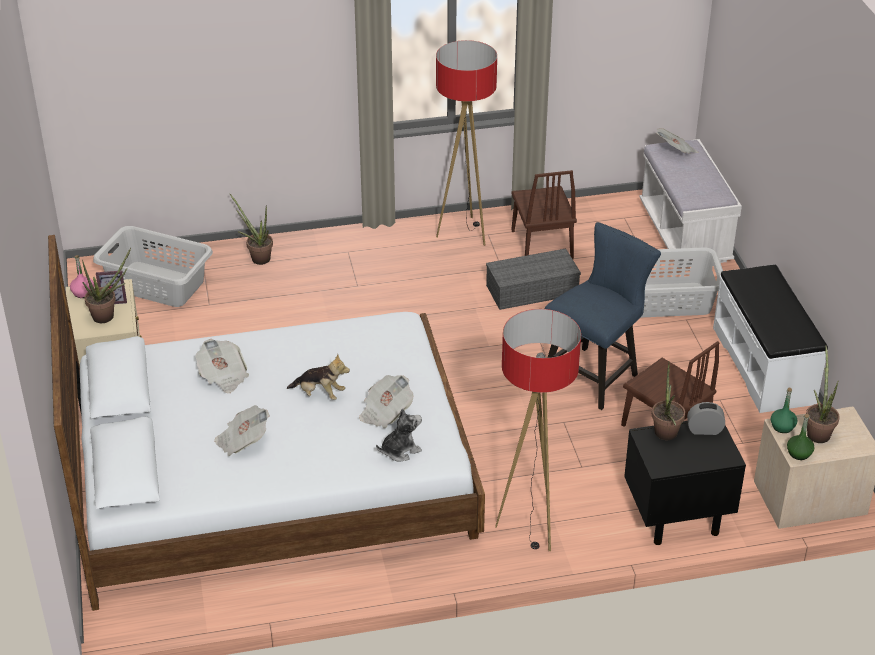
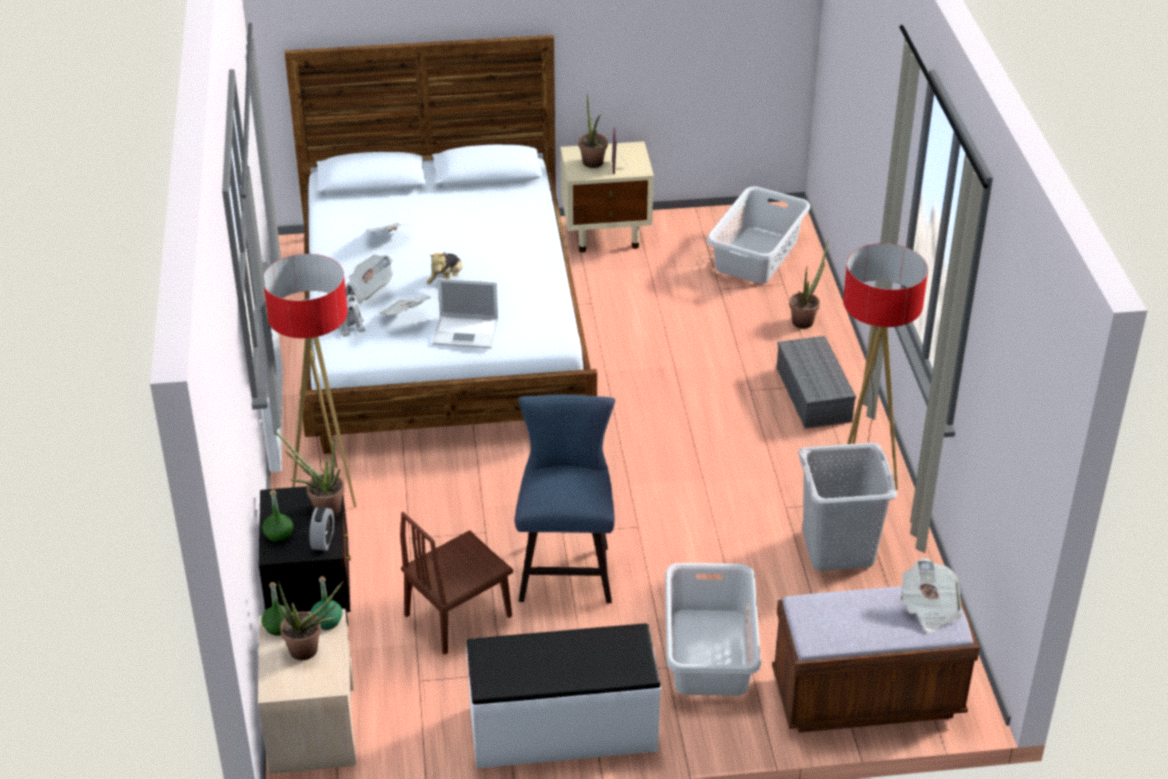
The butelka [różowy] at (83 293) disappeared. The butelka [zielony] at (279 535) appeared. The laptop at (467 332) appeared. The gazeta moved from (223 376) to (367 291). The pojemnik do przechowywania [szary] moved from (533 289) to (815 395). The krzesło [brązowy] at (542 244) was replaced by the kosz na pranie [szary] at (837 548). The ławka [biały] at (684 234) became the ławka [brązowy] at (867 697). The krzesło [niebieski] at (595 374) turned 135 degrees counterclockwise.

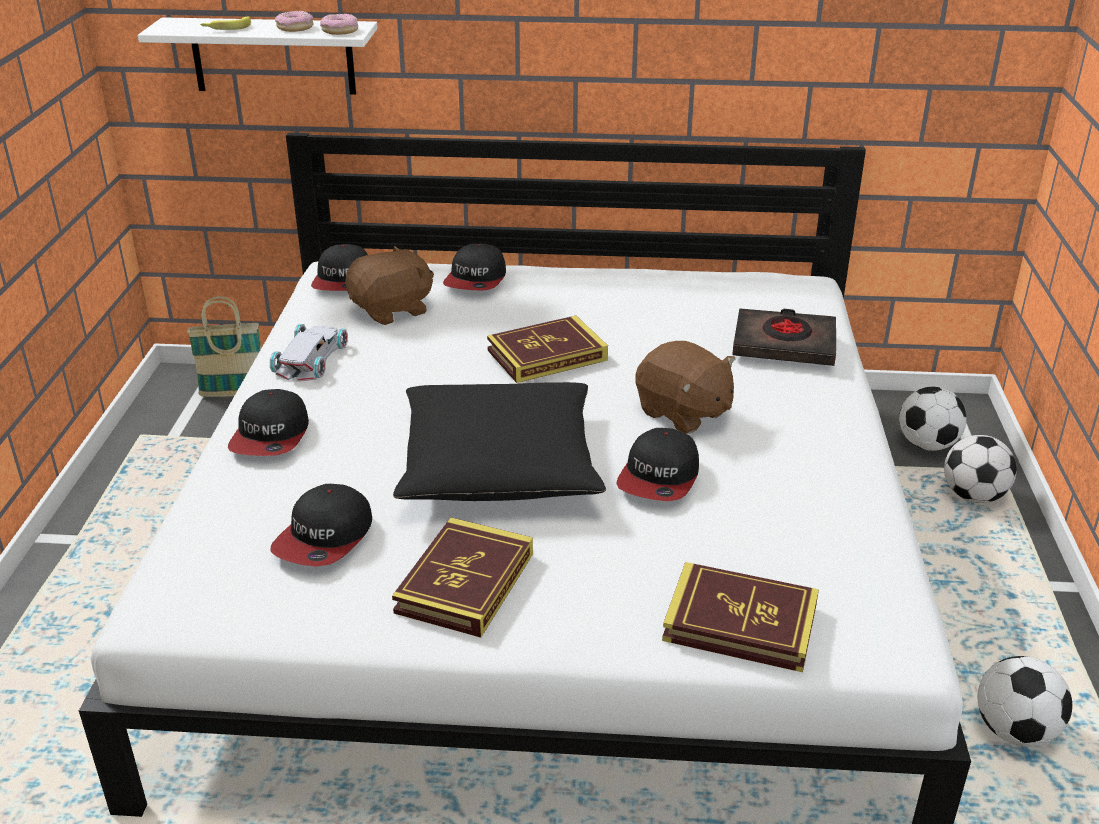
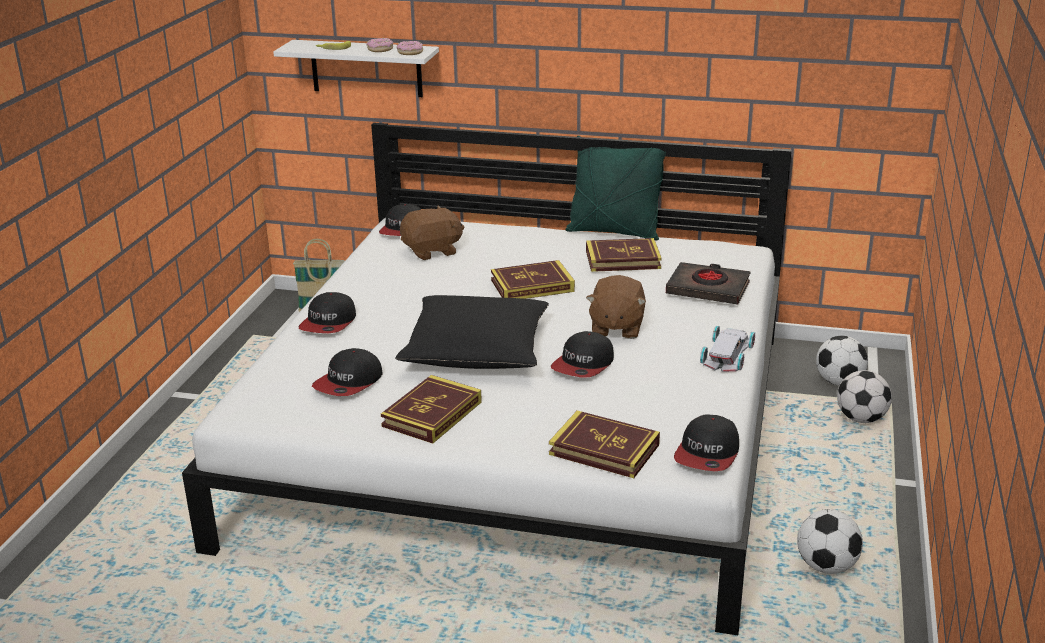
The poduszka [zielony] at (614 232) appeared. The książka at (622 260) appeared. The samochodzik [biały] moved from (312 358) to (728 354). The czapka z daszkiem moved from (476 279) to (707 453). The pluszak [brązowy] at (683 413) turned 45 degrees clockwise.

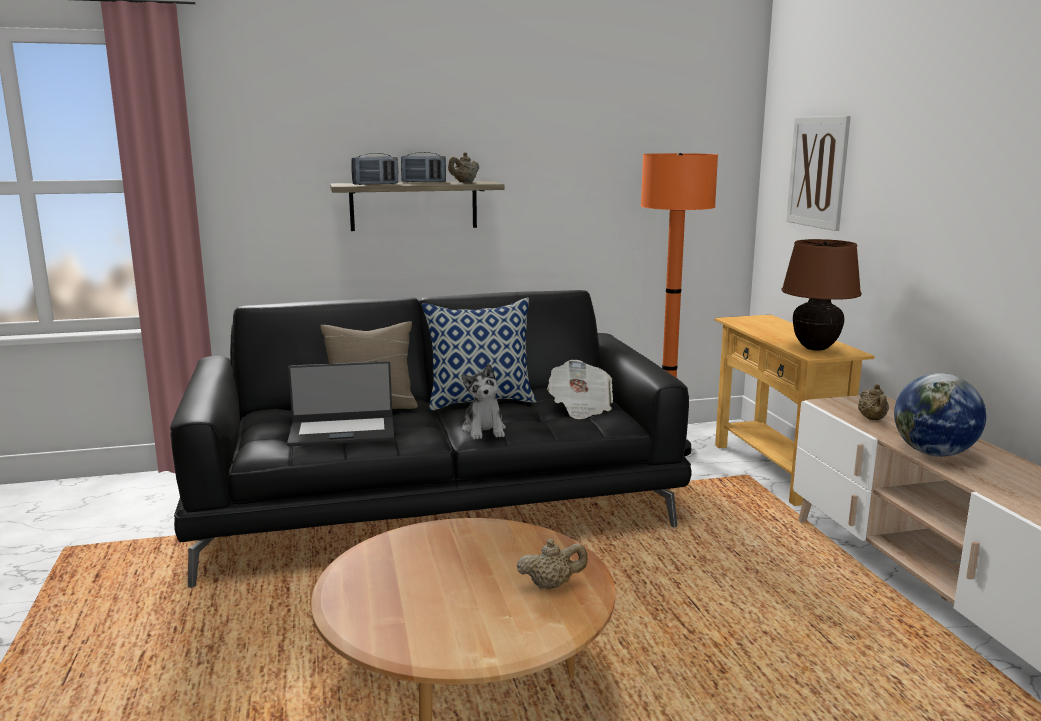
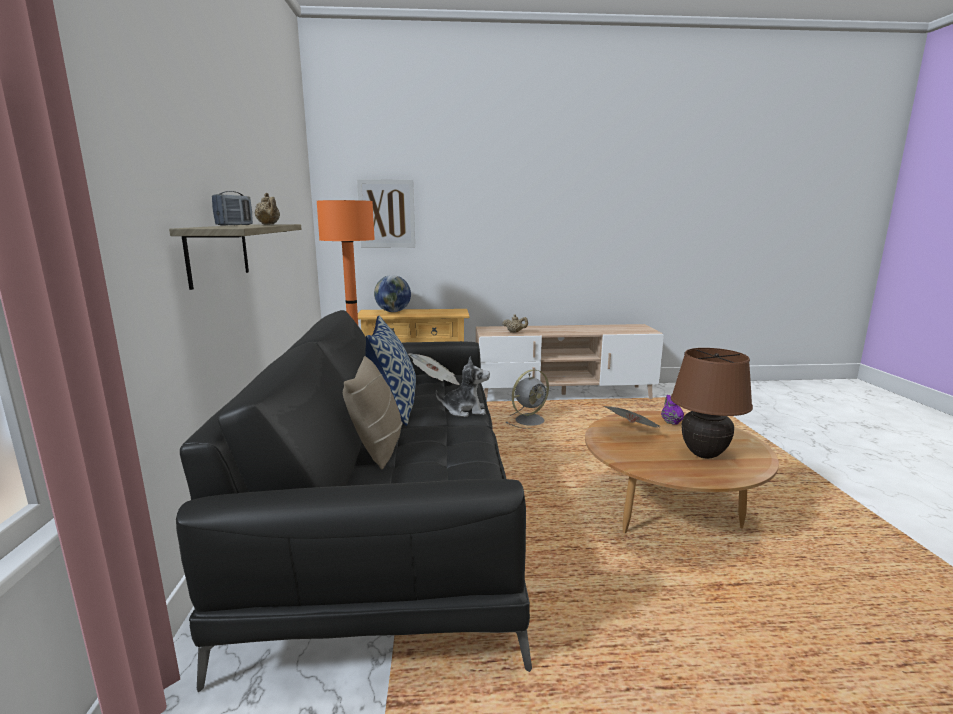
The laptop at (342 432) disappeared. The radio at (375 184) disappeared. The wentylator [szary] at (531 420) appeared. The gazeta at (632 432) appeared. The lampa stołowa [brązowy] moved from (815 348) to (704 454). The globus moved from (933 453) to (393 312). The imbryk [beżowy] at (551 585) became the imbryk [fioletowy] at (671 422).

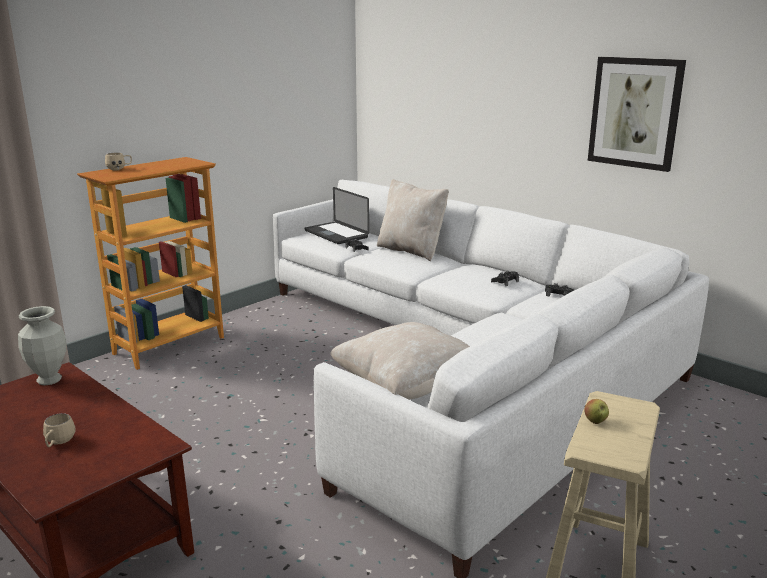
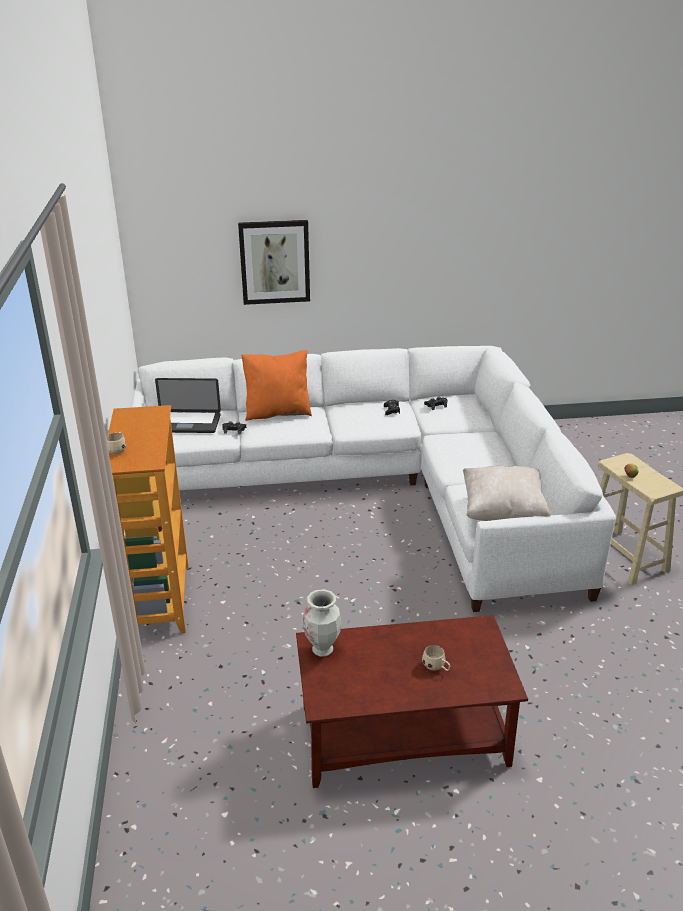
The obraz moved from (635 113) to (274 262). The poduszka [beżowy] at (411 251) became the poduszka [pomarańczowy] at (277 413).

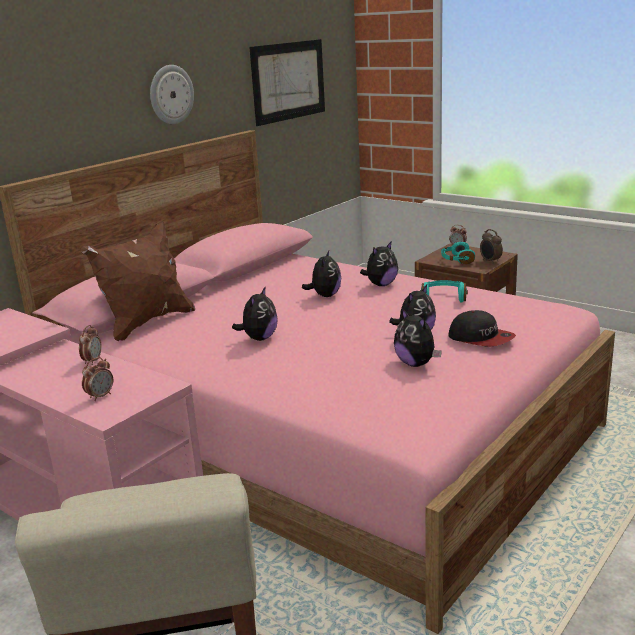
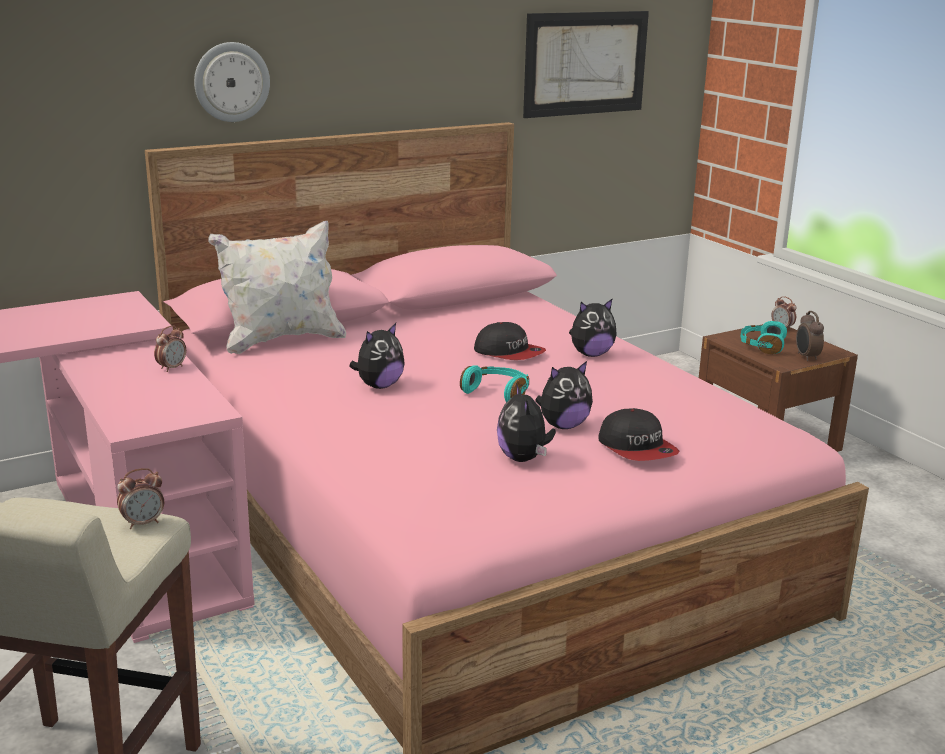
The budzik moved from (100 396) to (143 523). The zegar ścienny moved from (171 94) to (231 82). The słuchawki [turkusowy] moved from (443 298) to (497 393). The pluszak at (325 295) was replaced by the czapka z daszkiem at (509 353). The poduszka [brązowy] at (147 323) became the poduszka [biały] at (281 340).

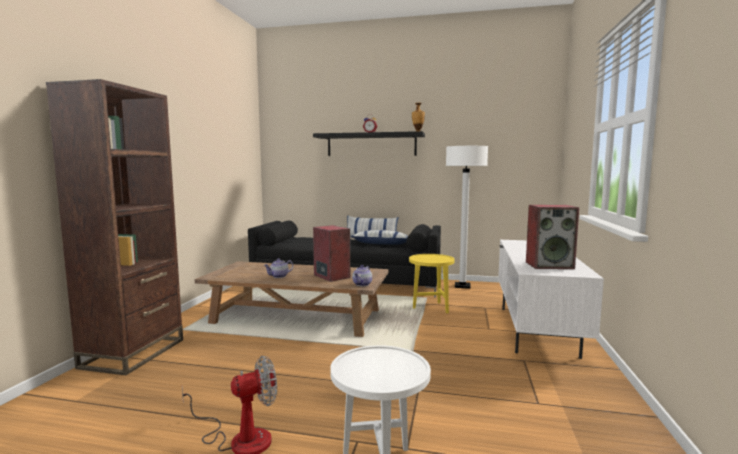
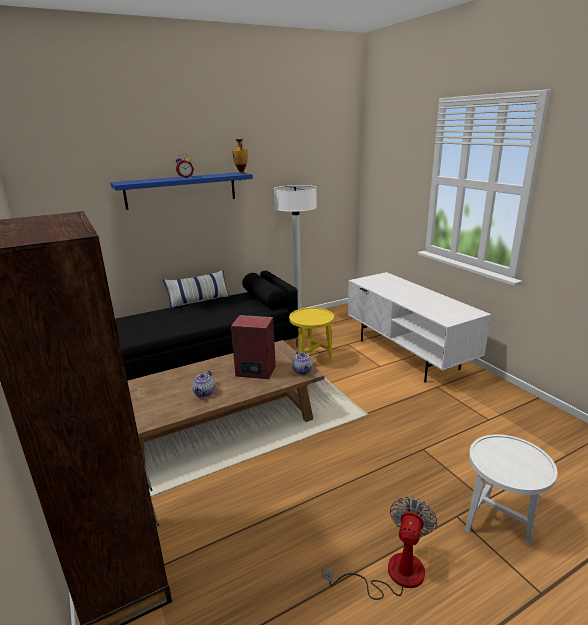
The poduszka at (381 244) disappeared. The głośnik at (549 265) disappeared. The półka [czarny] at (371 145) became the półka [niebieski] at (181 190).

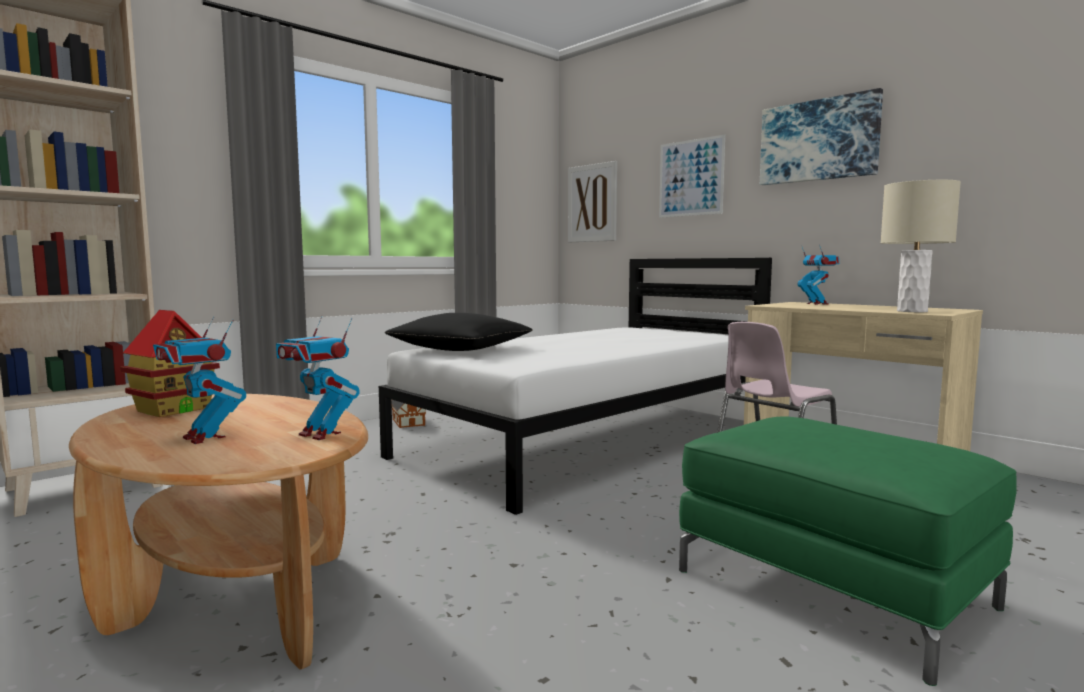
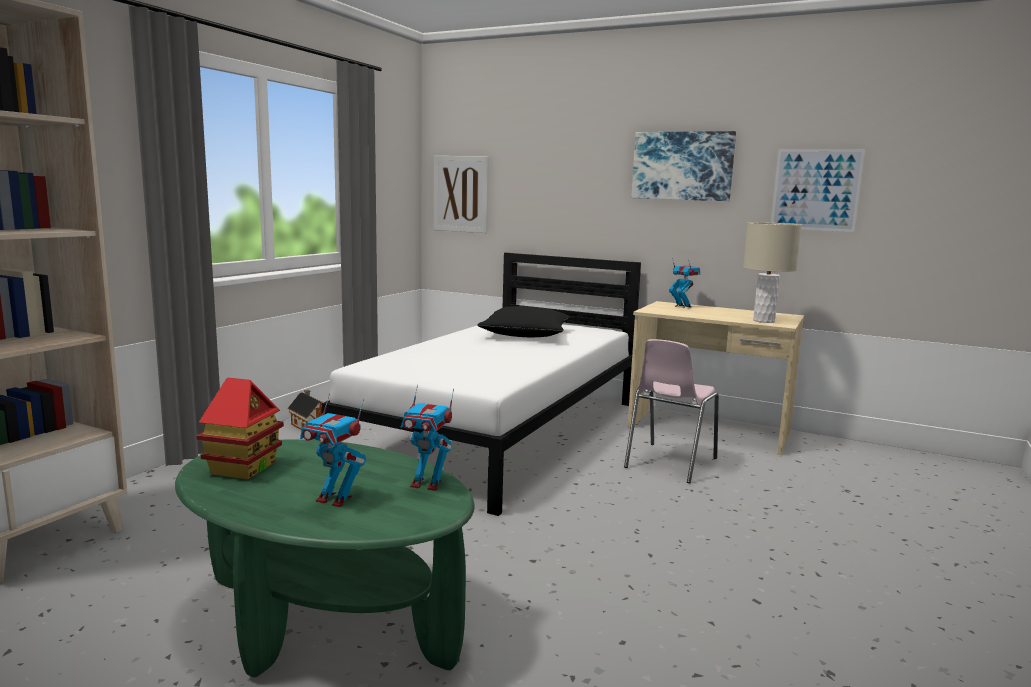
The pufa [zielony] at (831 588) disappeared. The poduszka [czarny] moved from (461 349) to (525 335). The obraz moved from (690 178) to (816 190). The ława [brązowy] at (233 592) became the ława [zielony] at (325 622).

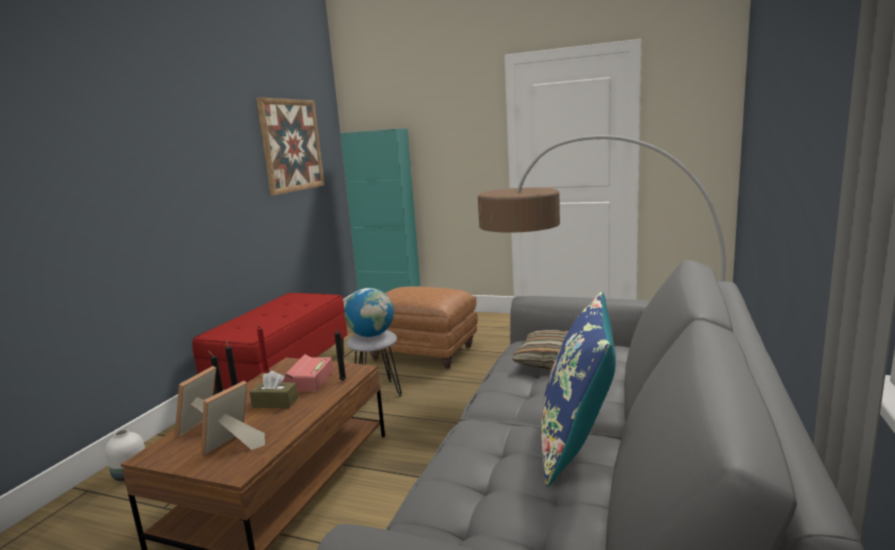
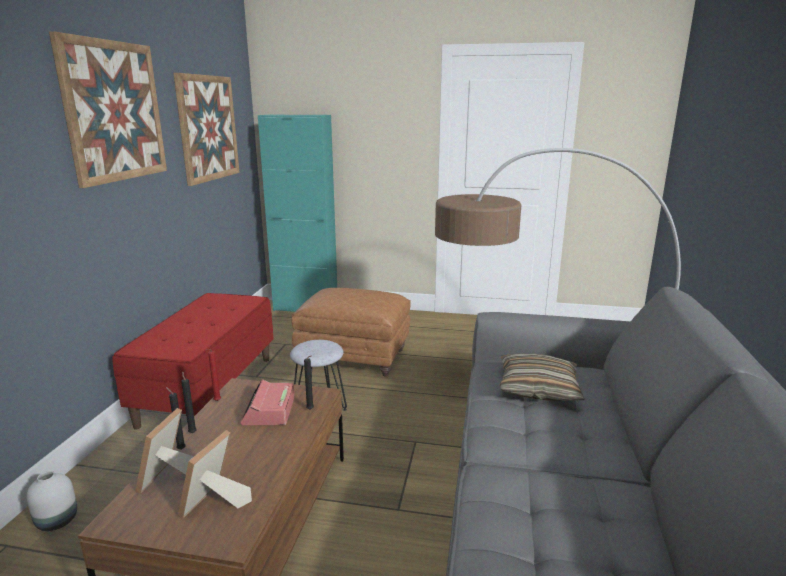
The pudełko chusteczek [brązowy] at (275 403) disappeared. The globus at (371 335) disappeared. The poduszka [niebieski] at (577 443) disappeared. The obraz at (114 111) appeared.

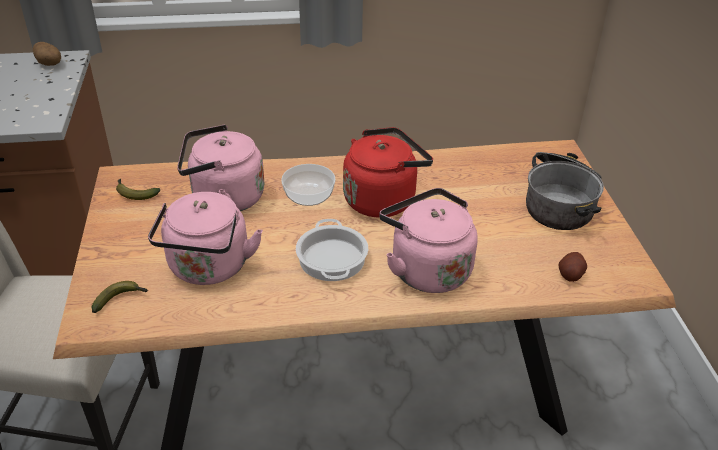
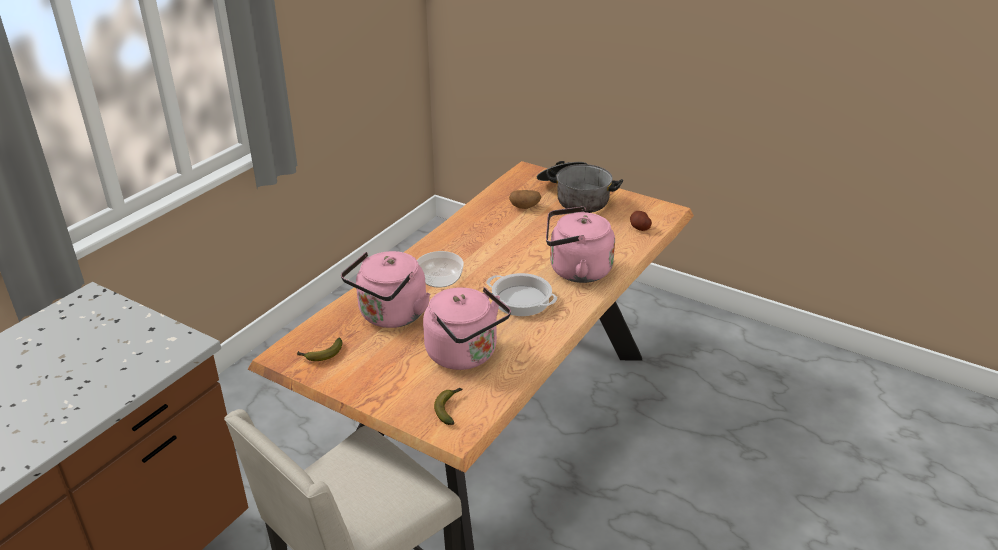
The czajnik [czerwony] at (383 199) disappeared. The ziemniak moved from (50 64) to (525 207).

